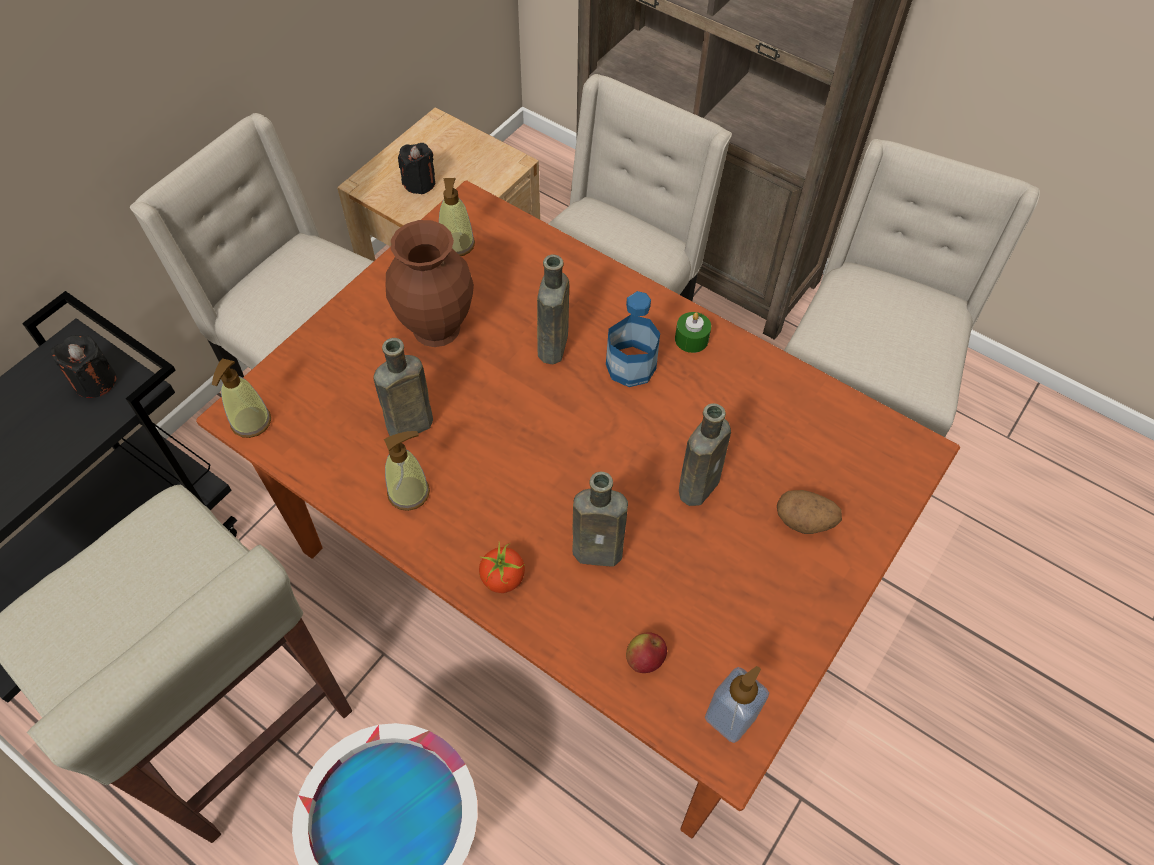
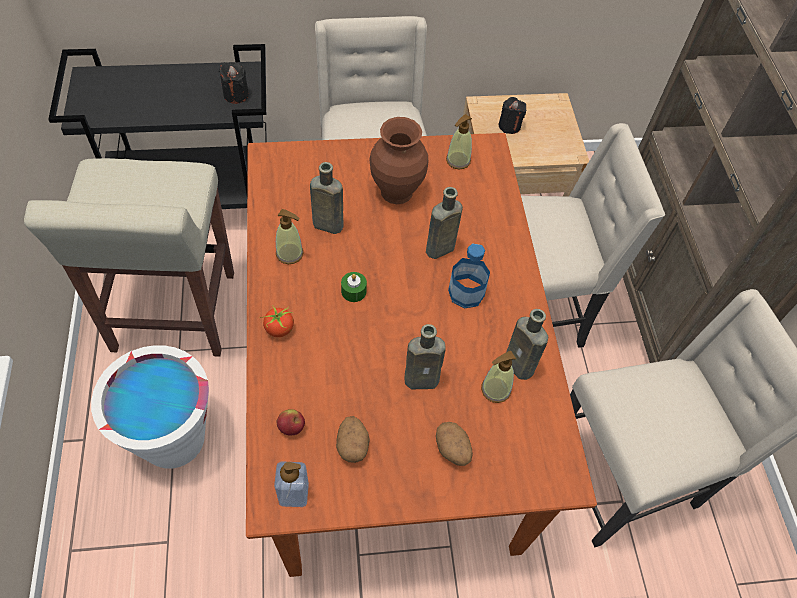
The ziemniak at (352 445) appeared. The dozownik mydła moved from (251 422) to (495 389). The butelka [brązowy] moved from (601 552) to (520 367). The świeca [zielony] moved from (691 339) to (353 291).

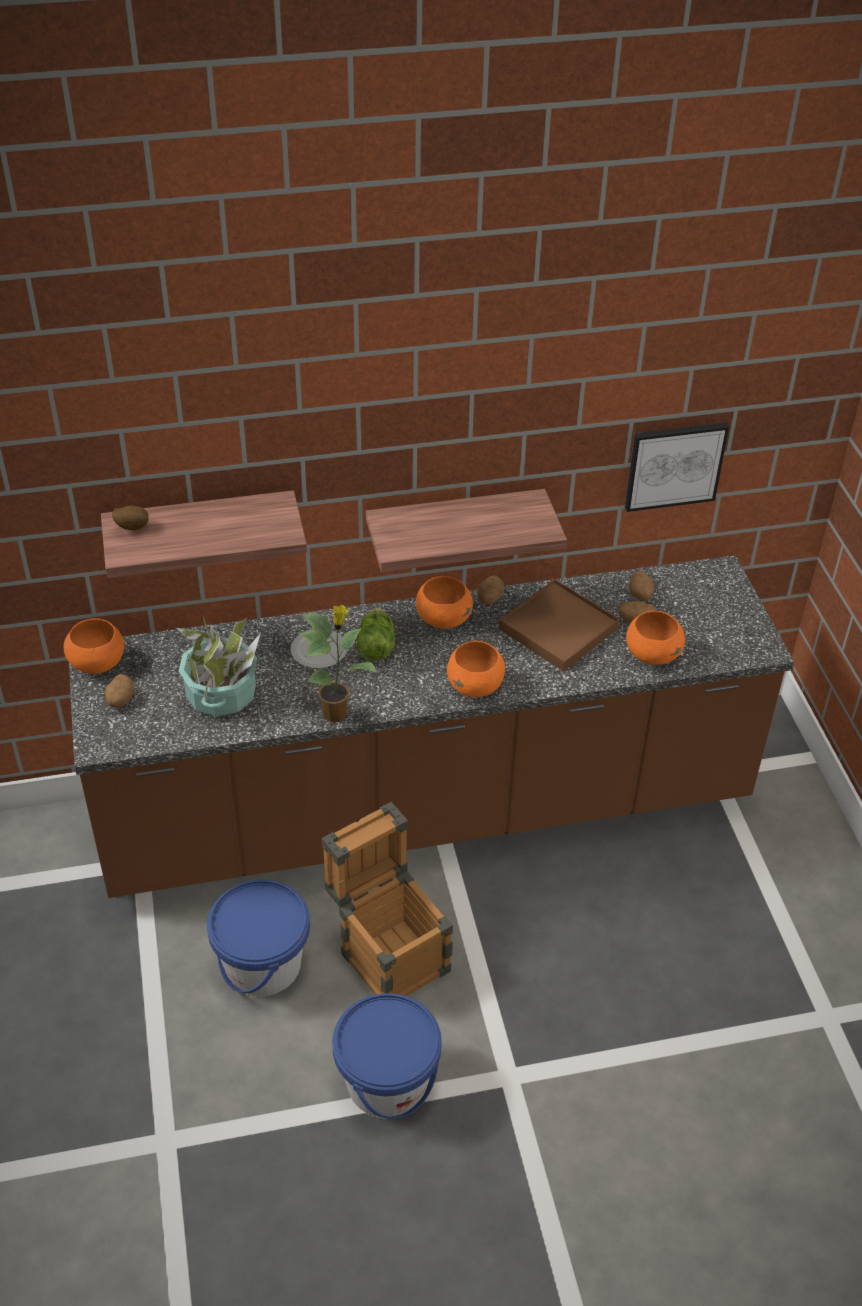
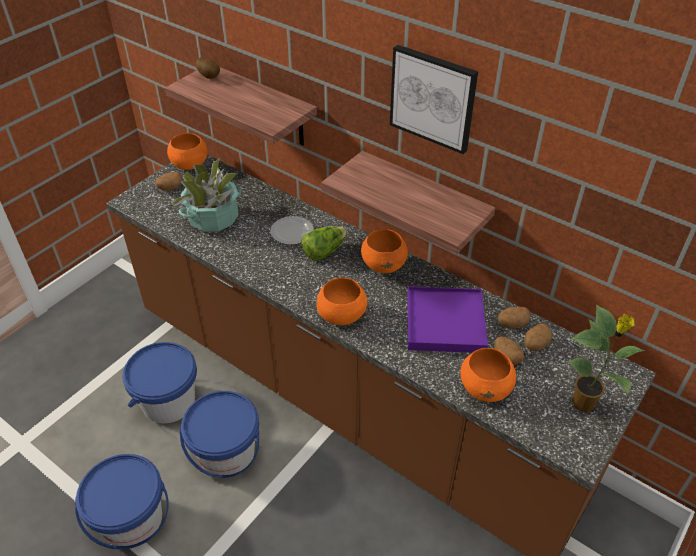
The roślina doniczkowa moved from (336 713) to (584 404). The ziemniak moved from (489 599) to (511 324). The obraz moved from (674 465) to (433 98). The skrzynka at (388 952) was replaced by the wiadro [niebieski] at (226 453). The taca [brązowy] at (557 629) became the taca [fioletowy] at (445 322).

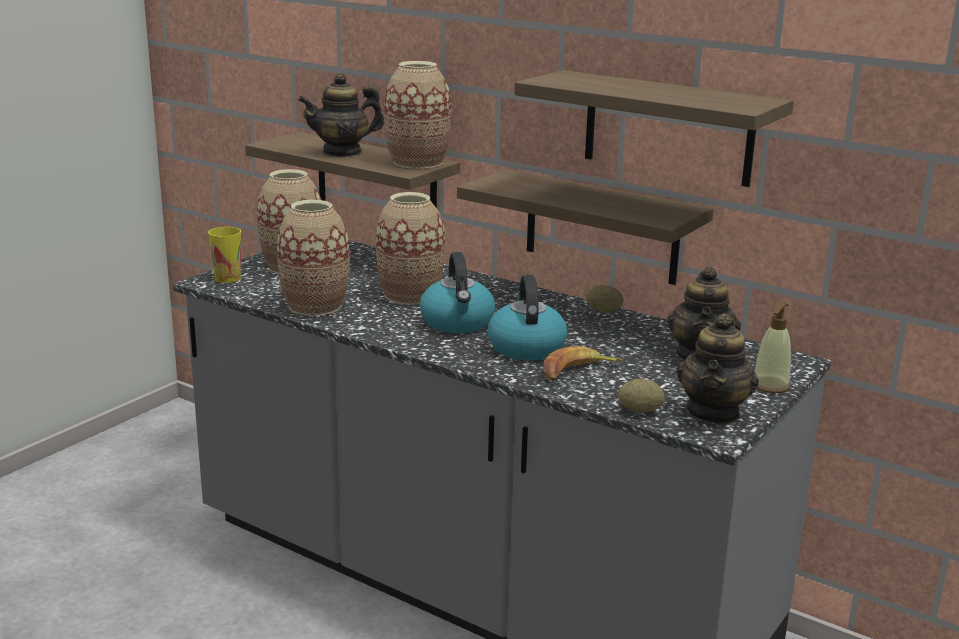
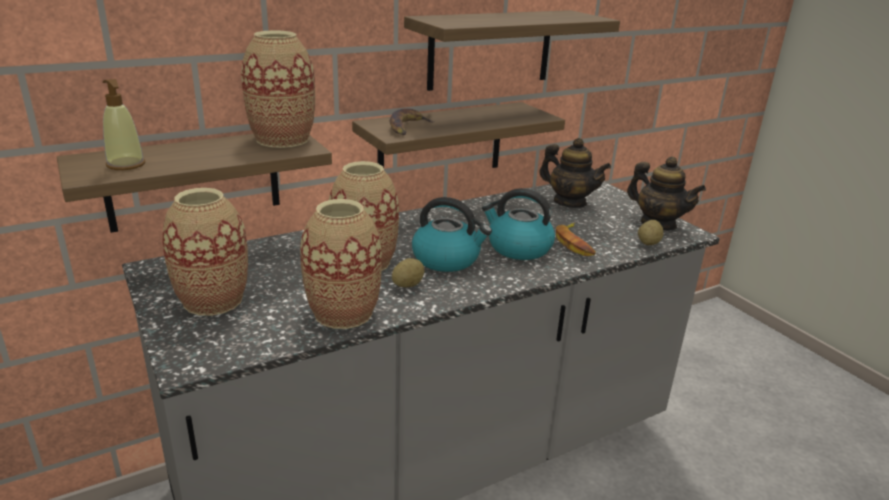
The filiżanka at (227 278) disappeared. The imbryk at (342 152) disappeared. The banan at (407 127) appeared. The ziemniak moved from (603 311) to (408 285). The dozownik mydła moved from (770 386) to (126 165).

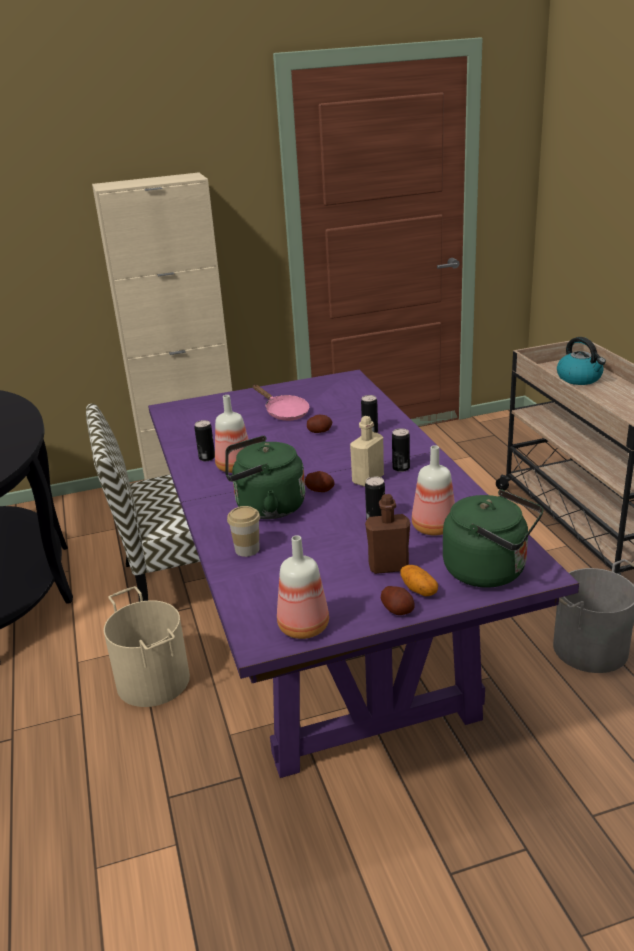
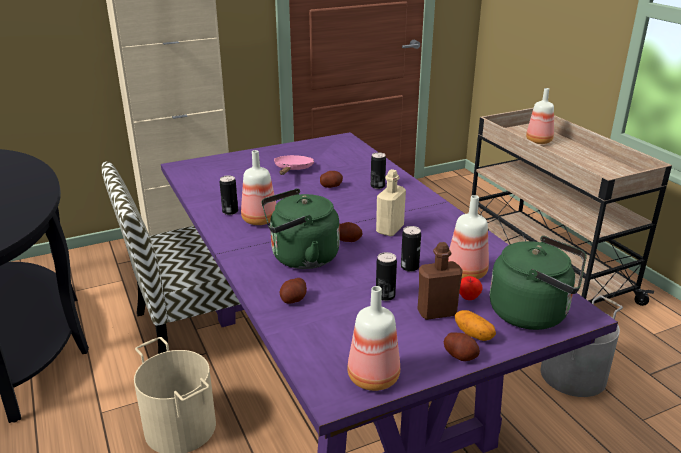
The jabłko at (468 297) appeared. The puszka moved from (401 468) to (385 296). The filiżanka at (247 549) was replaced by the ziemniak at (293 299). The czajnik at (580 378) was replaced by the butelka at (538 141). The patelnia [różowy] at (284 412) turned 120 degrees counterclockwise.

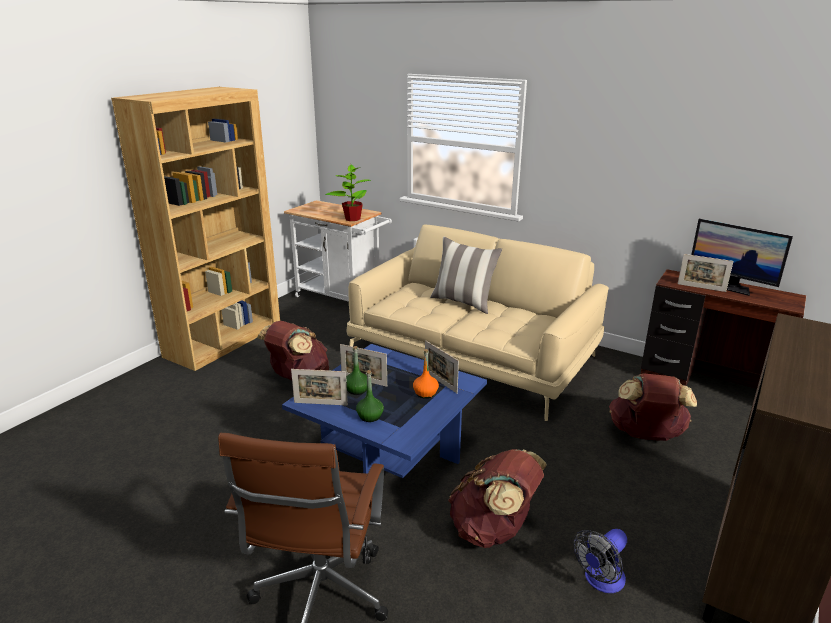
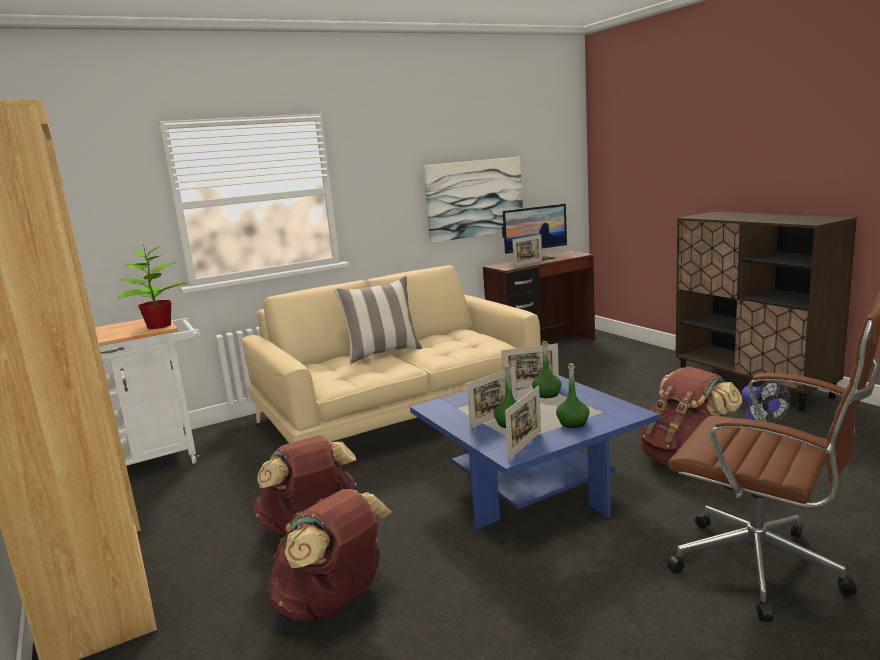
The obraz at (474 198) appeared. The plecak [brązowy] moved from (645 435) to (334 603). The butelka [pomarańczowy] at (425 393) became the butelka [zielony] at (547 394).

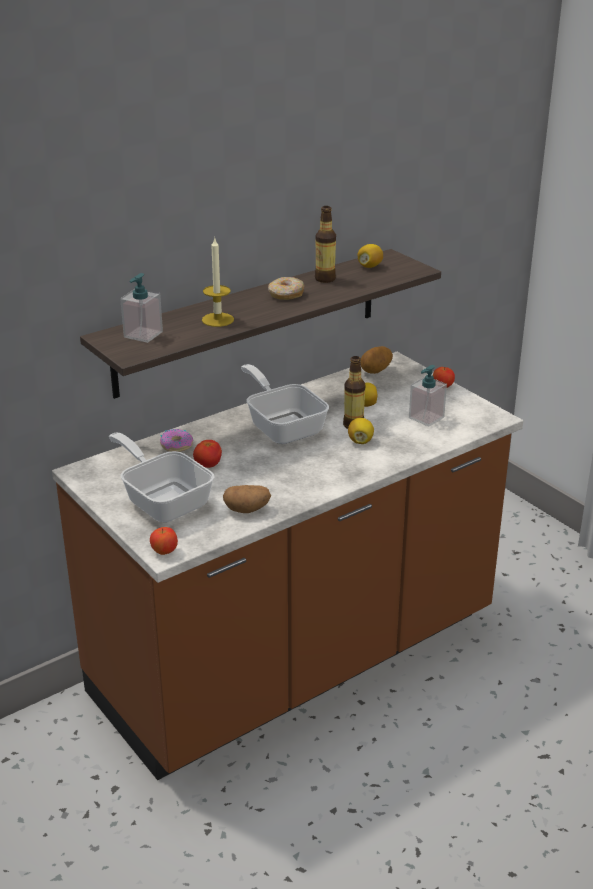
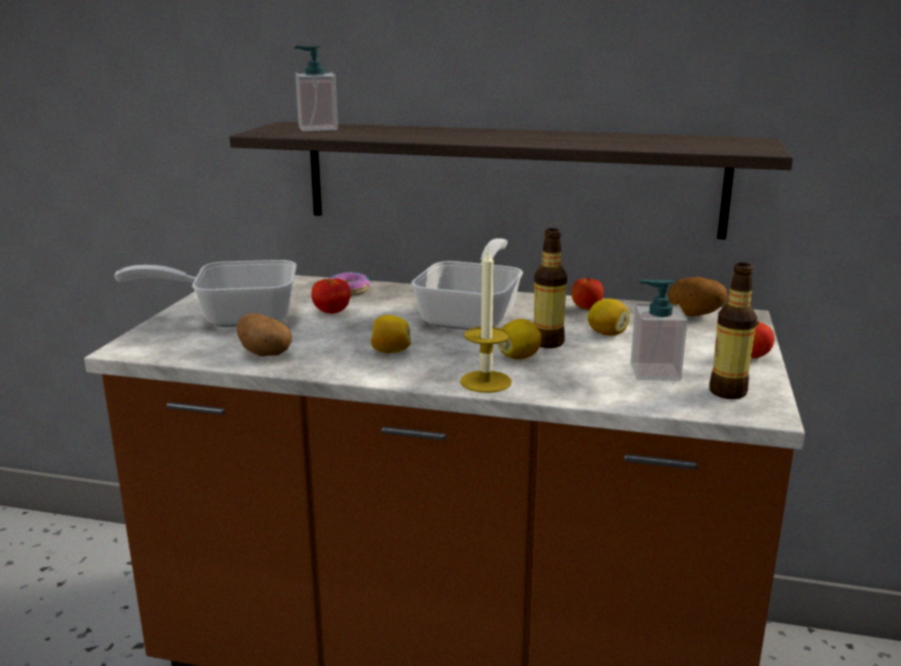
The donut at (286 294) disappeared. The jabłko moved from (164 552) to (586 308). The świeca moved from (217 320) to (485 382). The butelka moved from (325 279) to (727 392). The cytryna moved from (369 266) to (390 351). The patelnia at (163 499) turned 105 degrees counterclockwise.

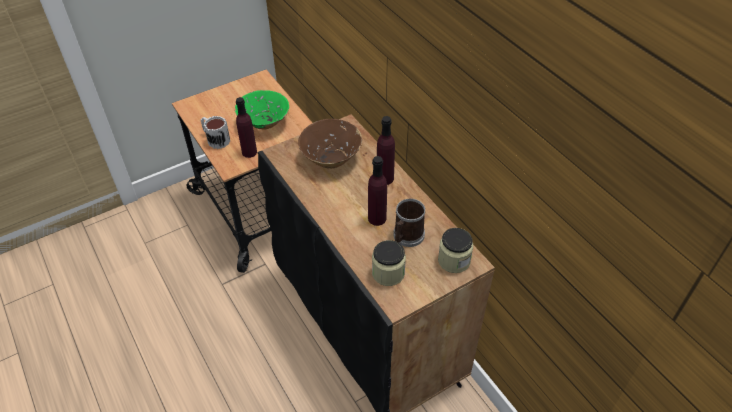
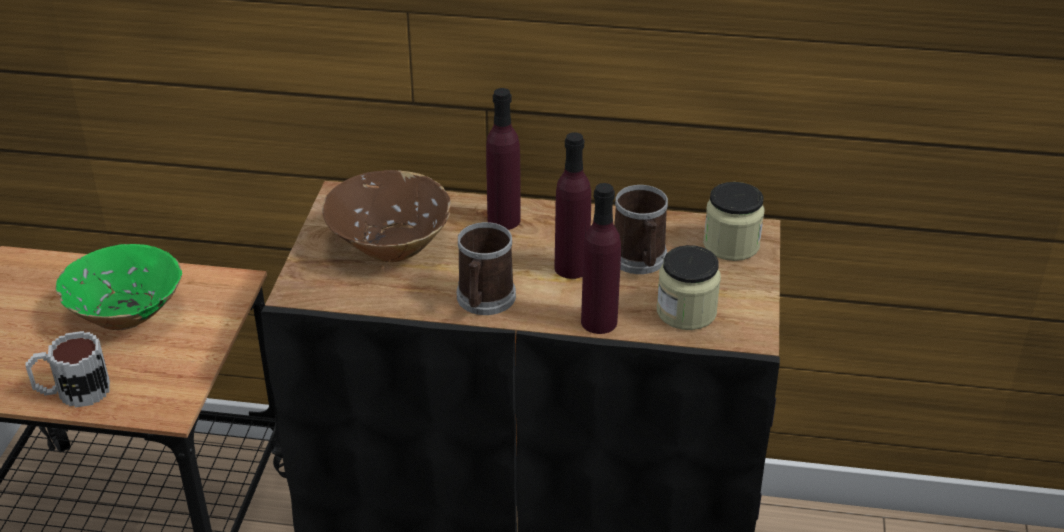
The kubek at (484 300) appeared. The butelka [fioletowy] moved from (249 152) to (599 322).

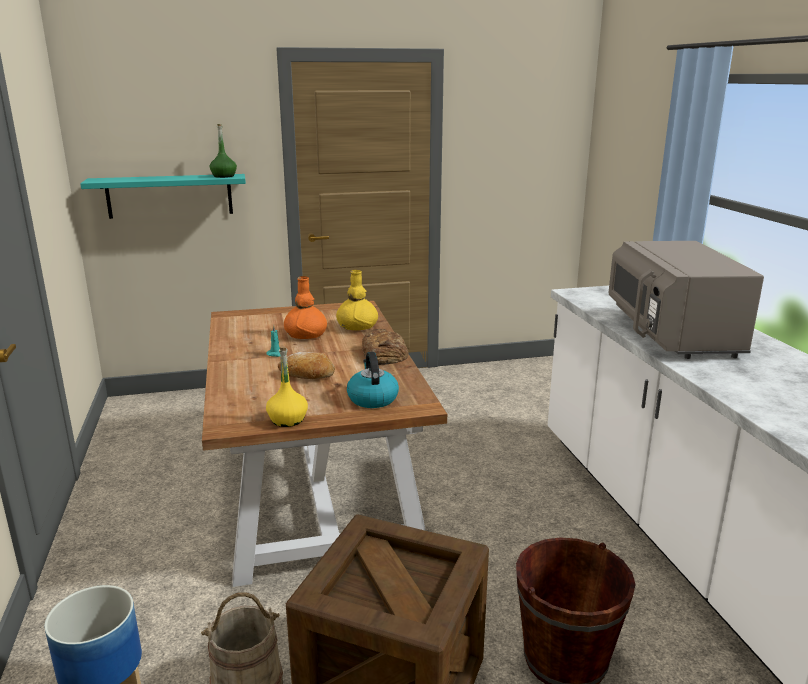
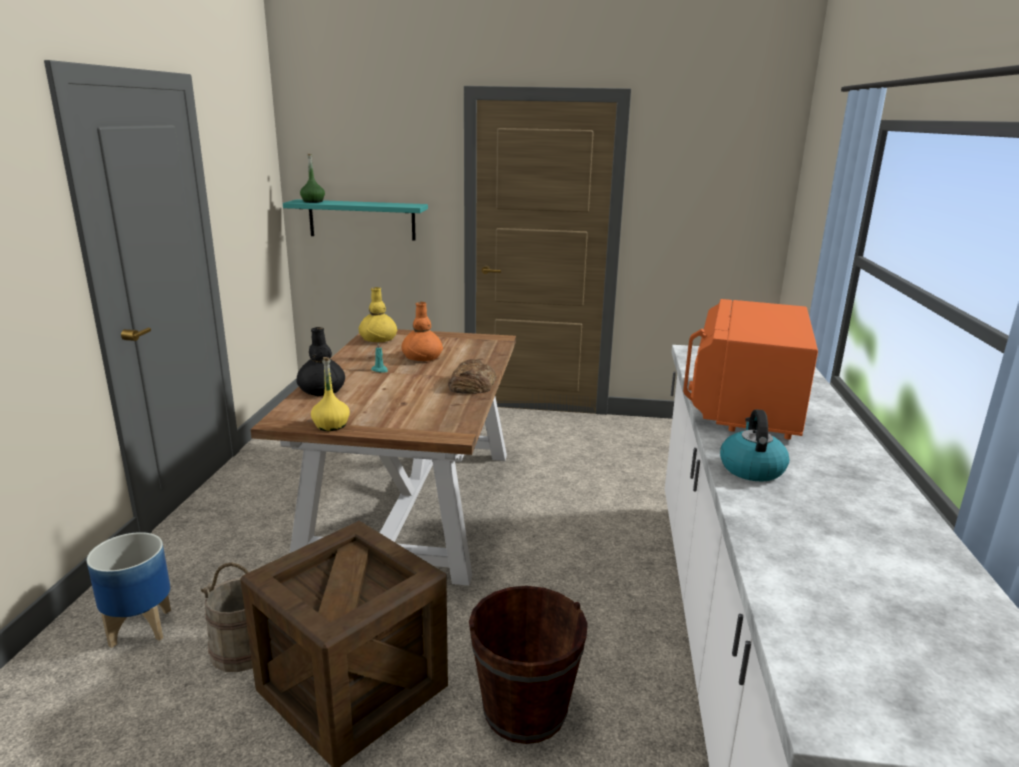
The chleb at (307 375) disappeared. The wazon [czarny] at (322 390) appeared. The butelka [zielony] moved from (224 176) to (313 201). The wazon [żółty] moved from (357 326) to (378 339). The czajnik moved from (372 398) to (751 468). The mikrofalówka [szary] at (670 334) became the mikrofalówka [pomarańczowy] at (744 405).

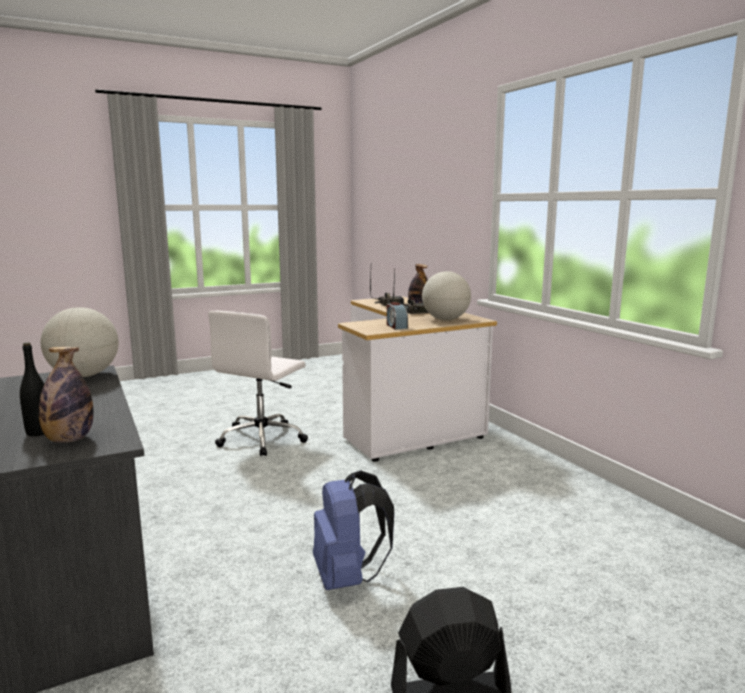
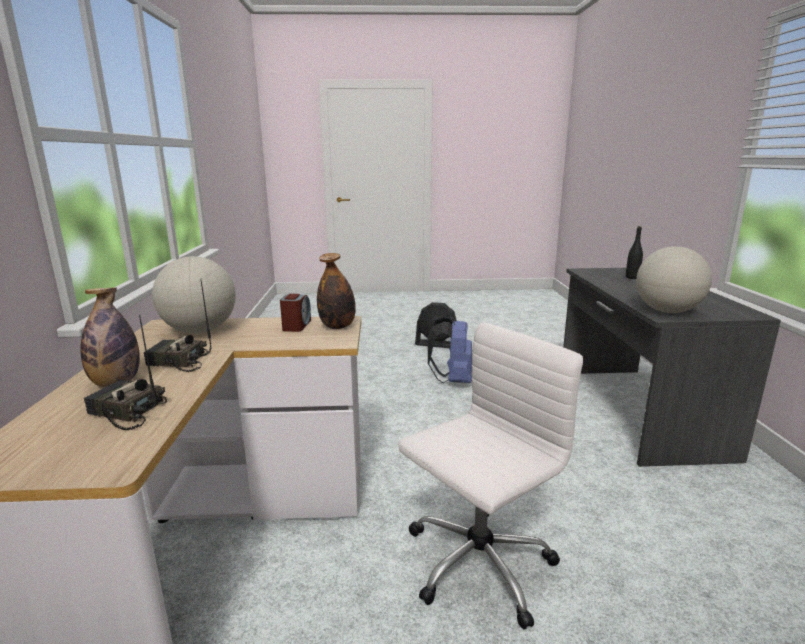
The butelka moved from (69 440) to (337 326).

